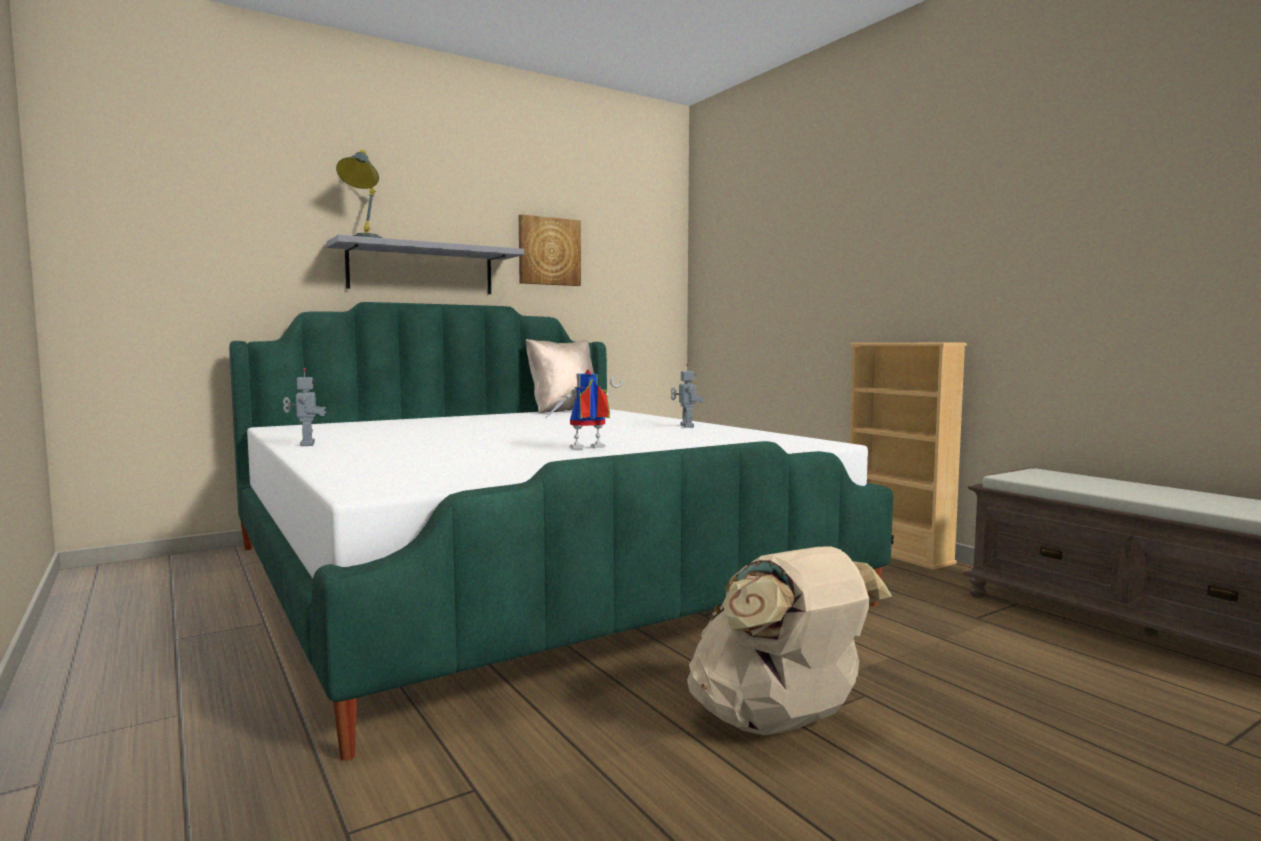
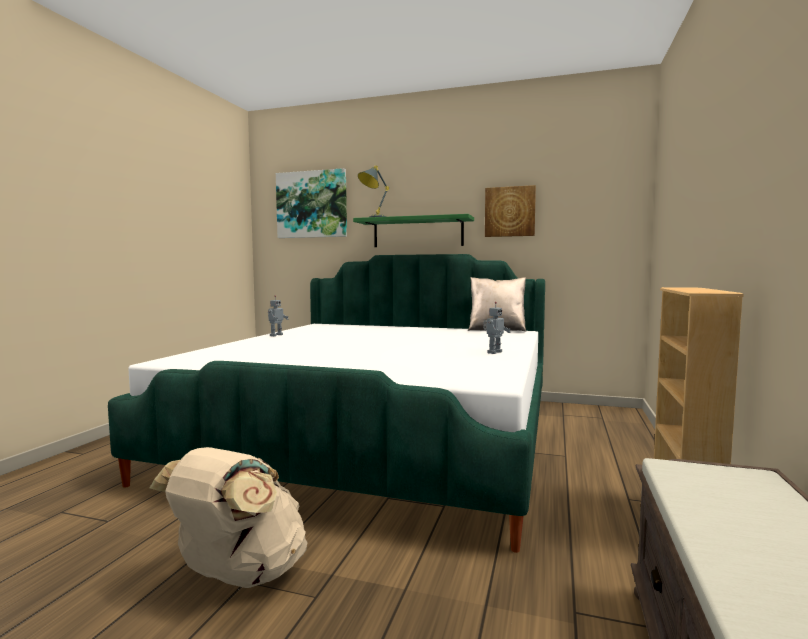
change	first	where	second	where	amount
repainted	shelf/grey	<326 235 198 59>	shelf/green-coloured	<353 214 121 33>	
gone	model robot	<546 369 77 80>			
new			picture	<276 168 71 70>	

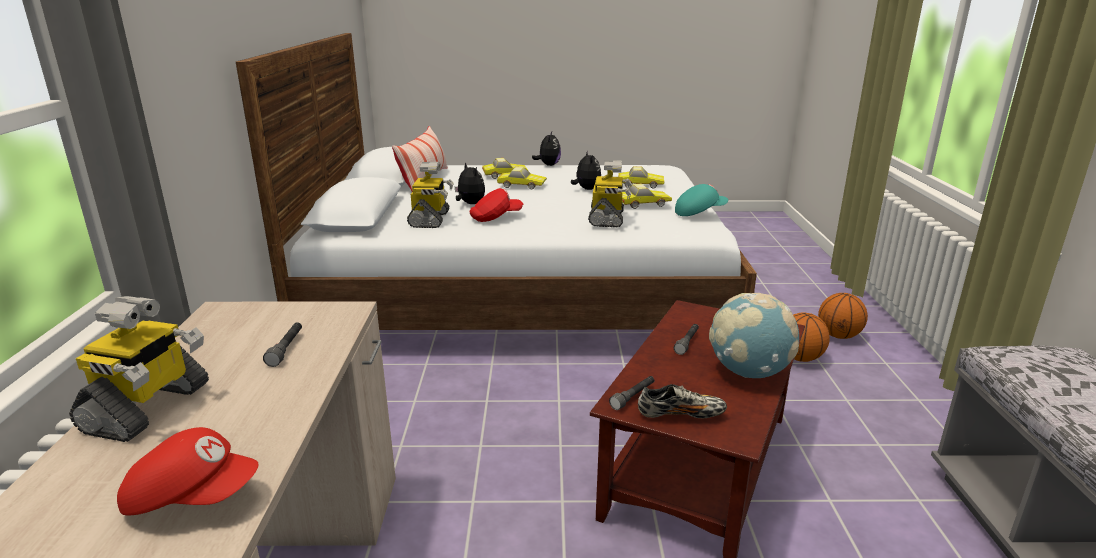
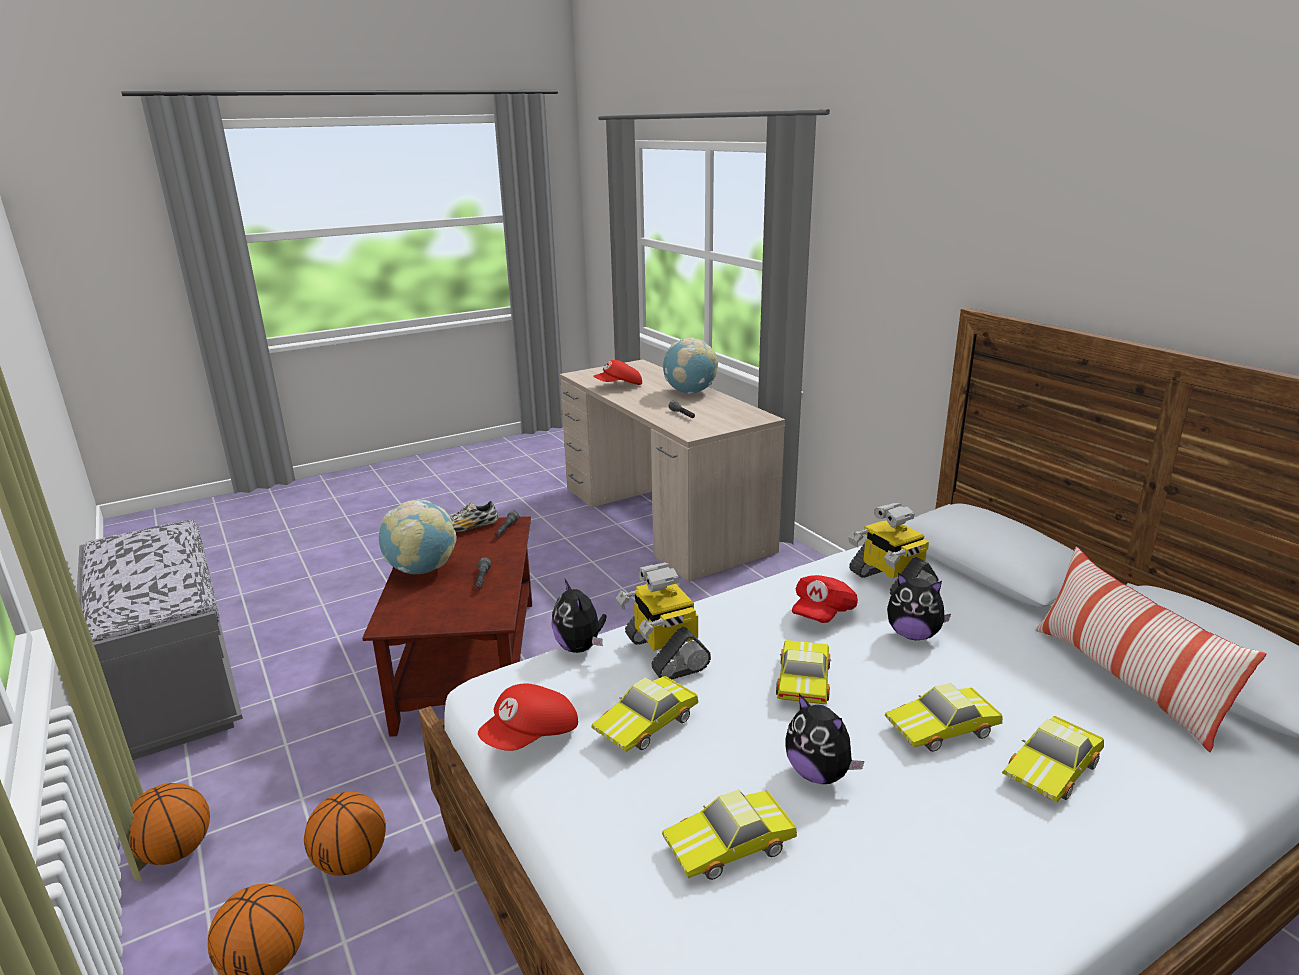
change	first	where	second	where	amount
swapped	model robot	<69 296 140 146>	globe	<663 338 55 56>	
shifted	cuddly toy	<532 132 29 34>		<551 578 55 75>	
repainted	baseball cap/blue-green	<675 184 53 32>	baseball cap/reddish	<478 684 100 67>	
new			basketball	<129 783 81 82>	
new			miniature car	<776 640 55 64>	

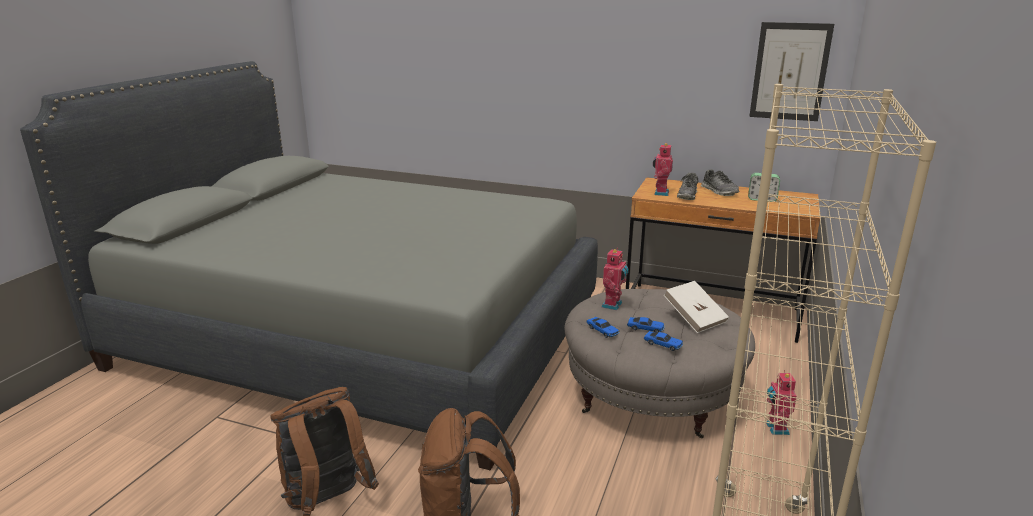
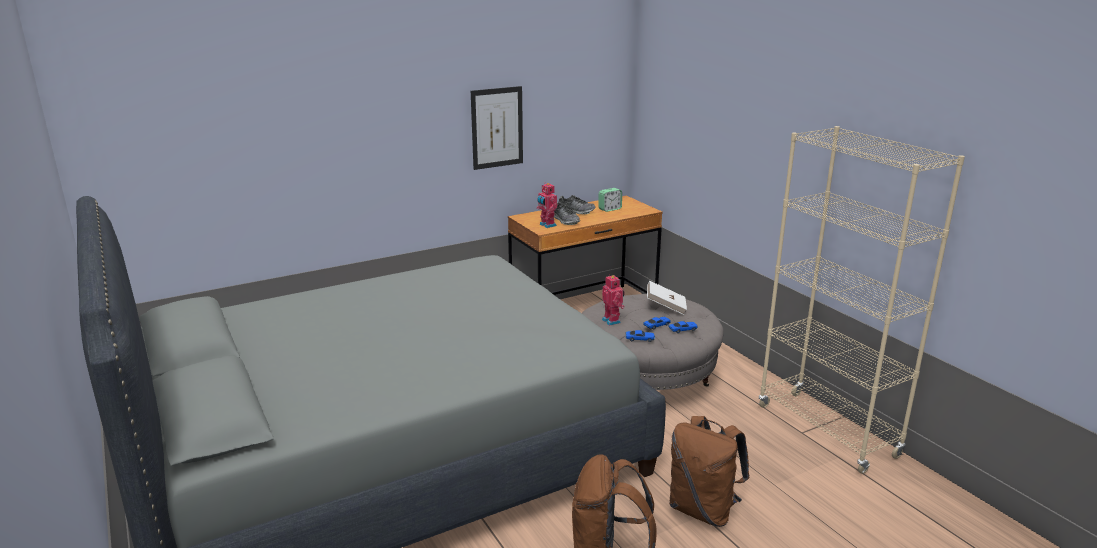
change	first	where	second	where	amount
shifted	picture	<749 22 85 99>		<471 86 52 84>	
gone	model robot	<766 370 31 65>			

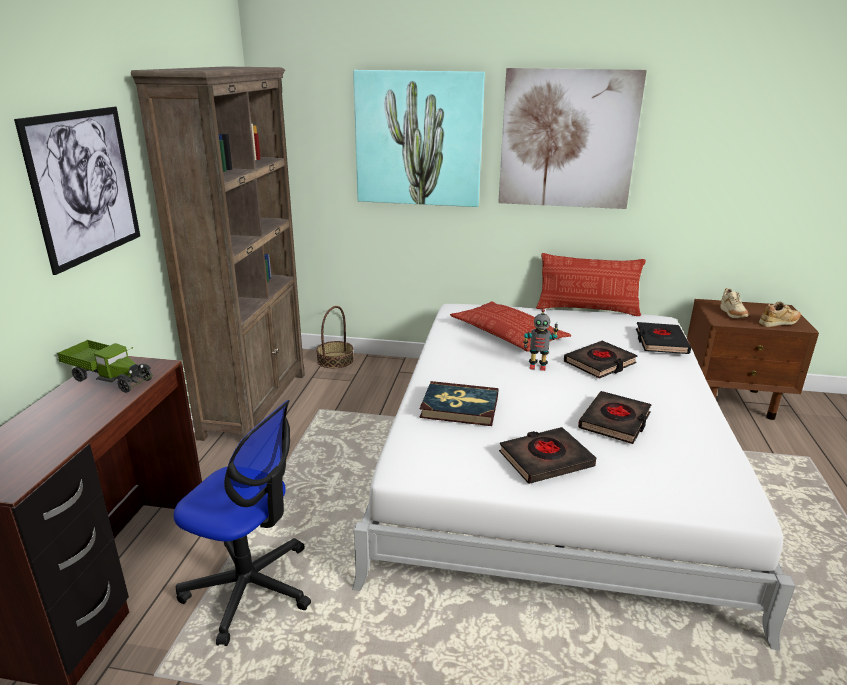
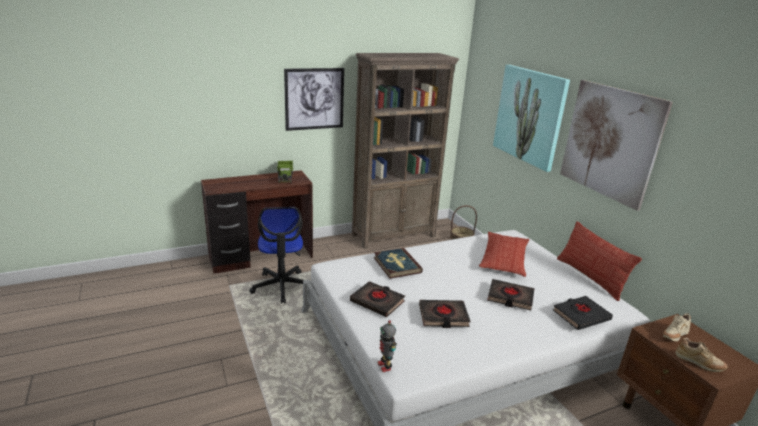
change	first	where	second	where	amount
shifted	model robot	<523 309 35 62>		<378 320 19 52>	

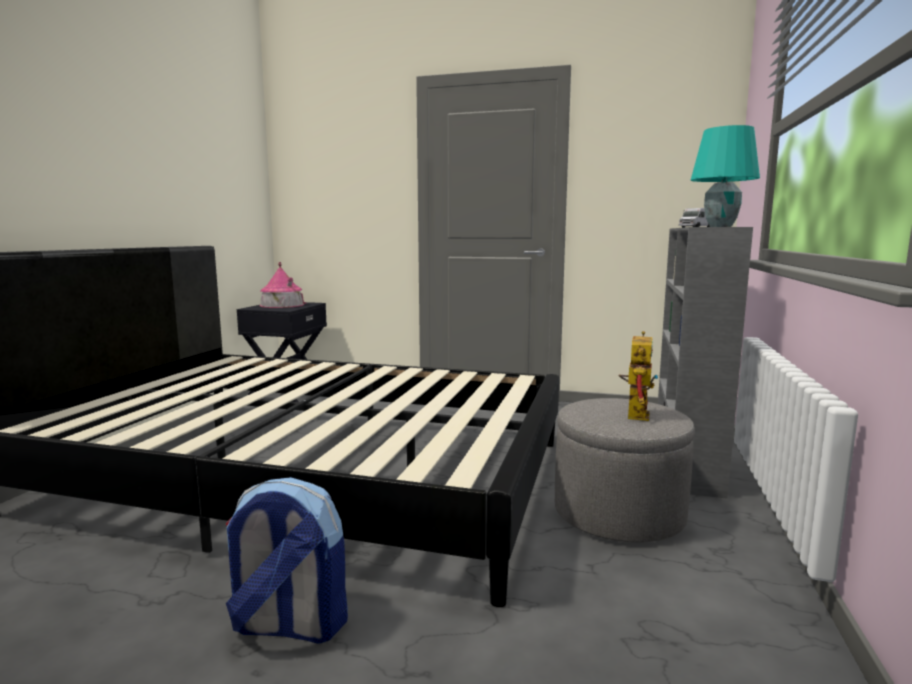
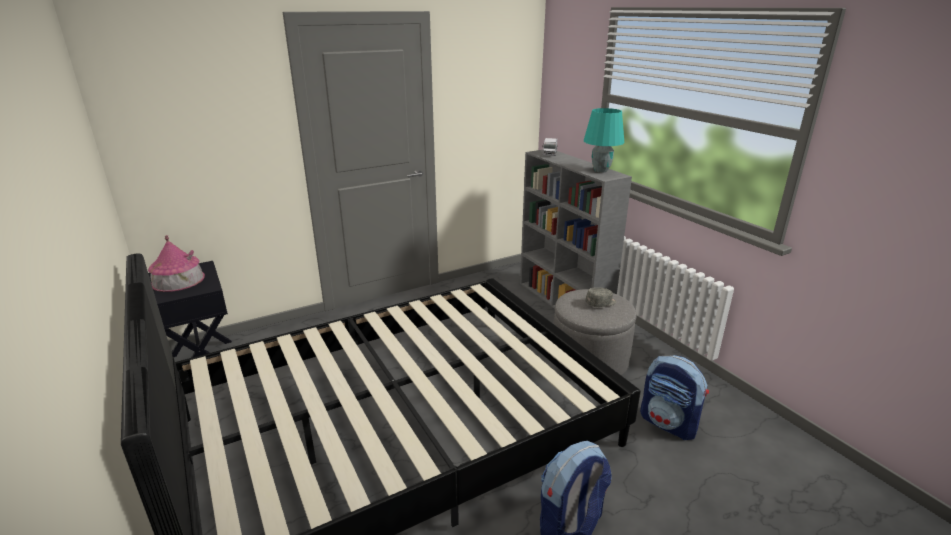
change	first	where	second	where	amount
swapped	model robot	<618 331 41 90>	baseball cap/grey	<585 287 31 20>	
new			rucksack	<640 355 69 85>	

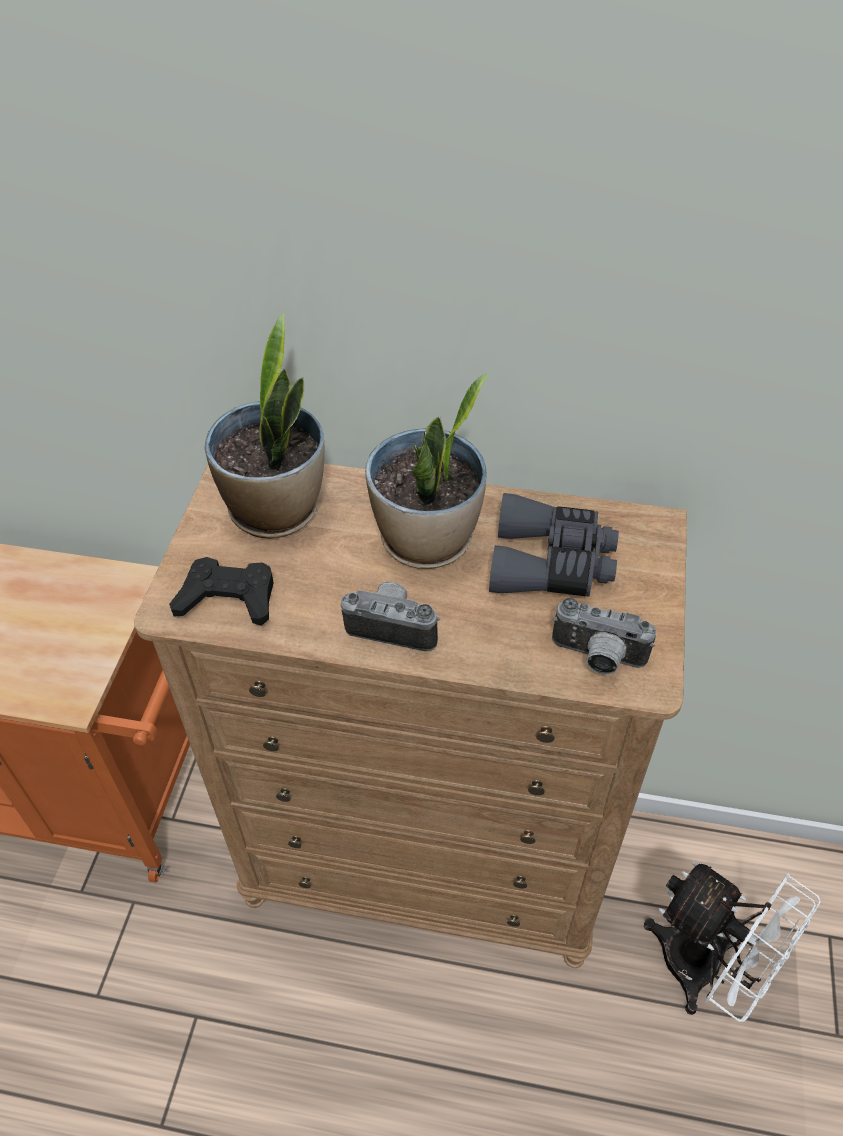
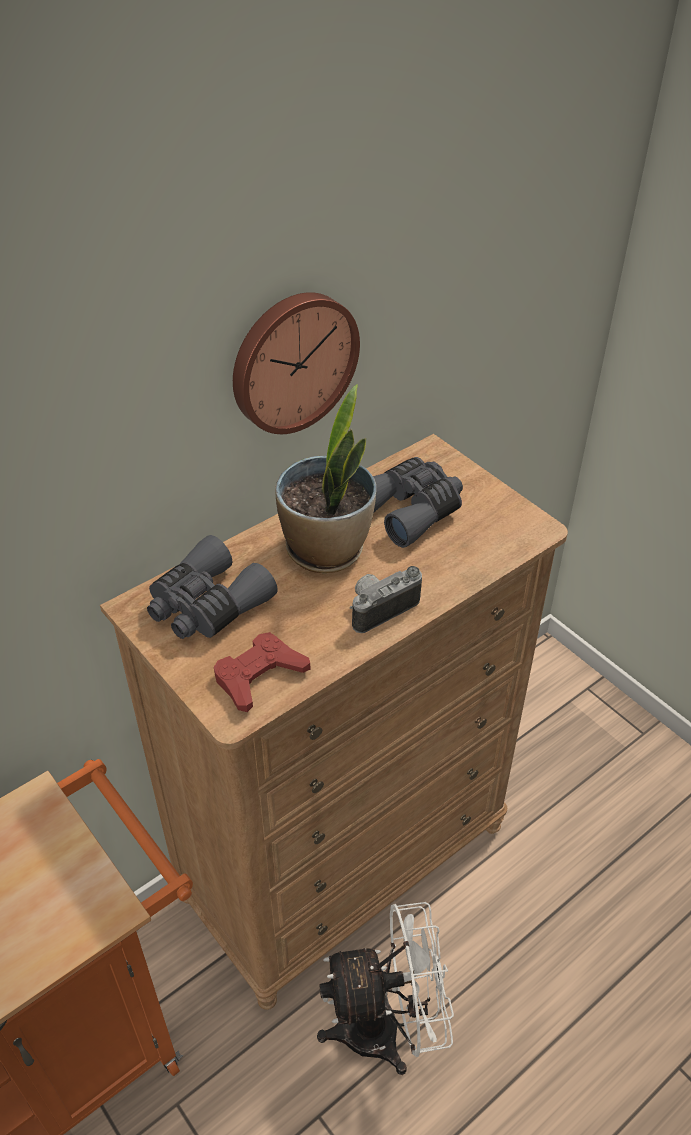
change	first	where	second	where	amount
repainted	game controller/black-coloured	<169 557 105 69>	game controller/reddish	<214 632 97 80>	
swapped	potted plant	<205 313 120 226>	binoculars/grey	<147 535 131 104>	
gone	photo camera	<552 598 105 77>			
shifted	cooling fan/white-coloured	<644 862 177 160>		<317 902 137 173>	
new			wall clock	<233 292 127 142>	

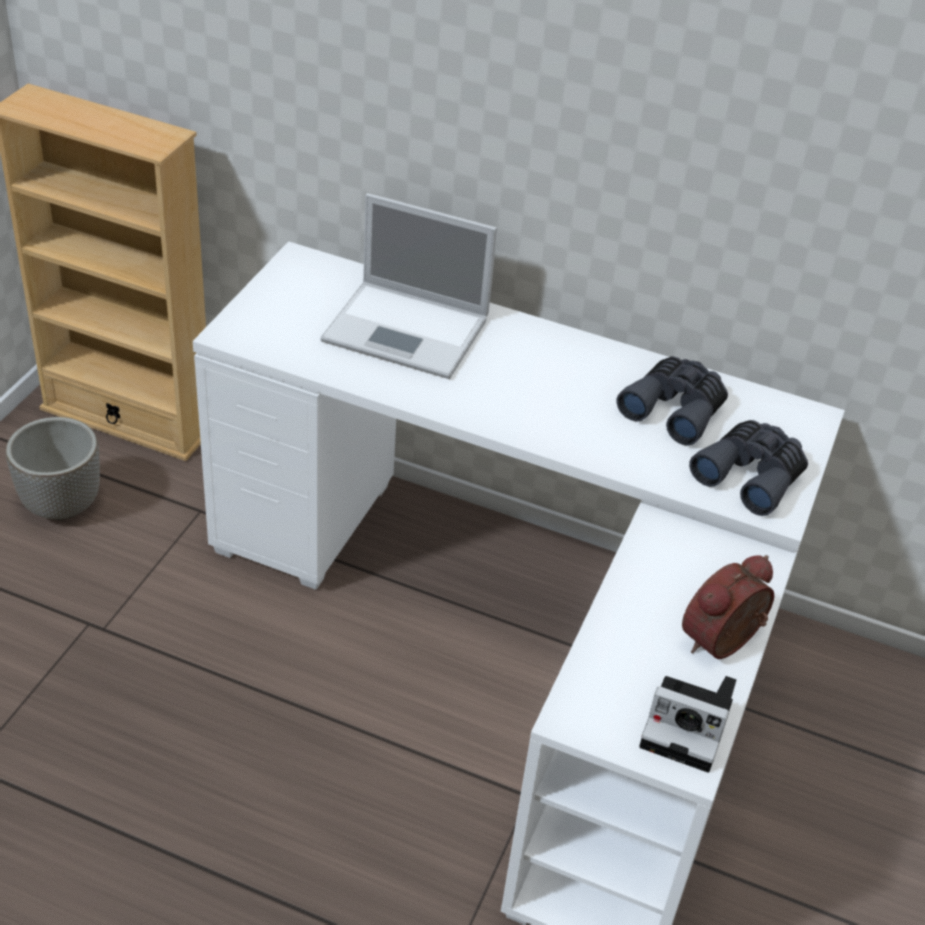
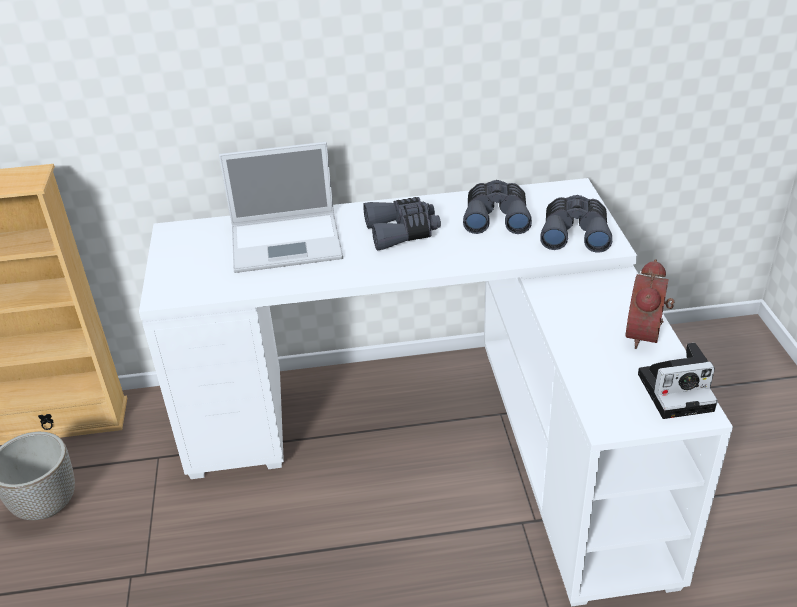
change	first	where	second	where	amount
new			binoculars/grey	<363 197 78 54>	

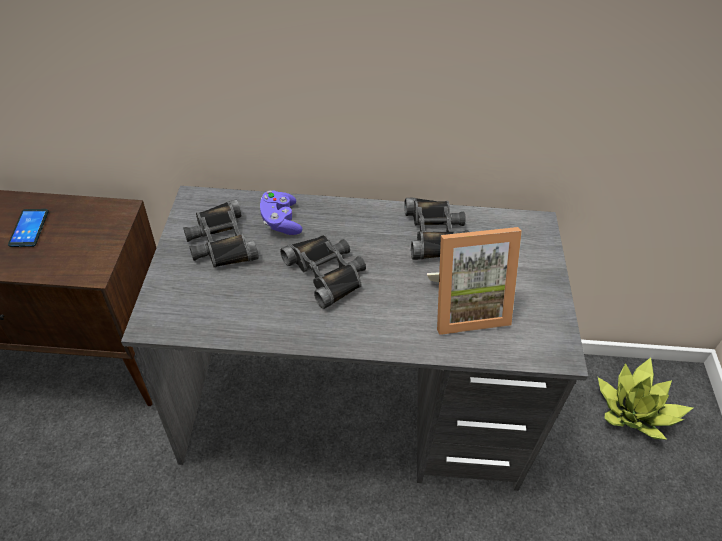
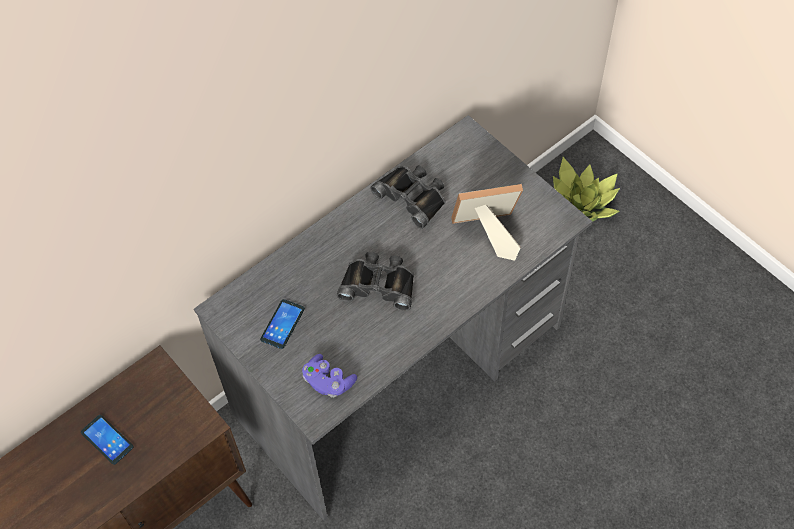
change	first	where	second	where	amount
swapped	binoculars/black-coloured	<184 199 75 68>	handset	<260 299 45 50>	
shifted	game controller/purplish	<260 190 42 45>		<302 354 55 44>	
rotated	picture frame	<427 227 95 108>		<451 184 72 77>	135 degrees counterclockwise

